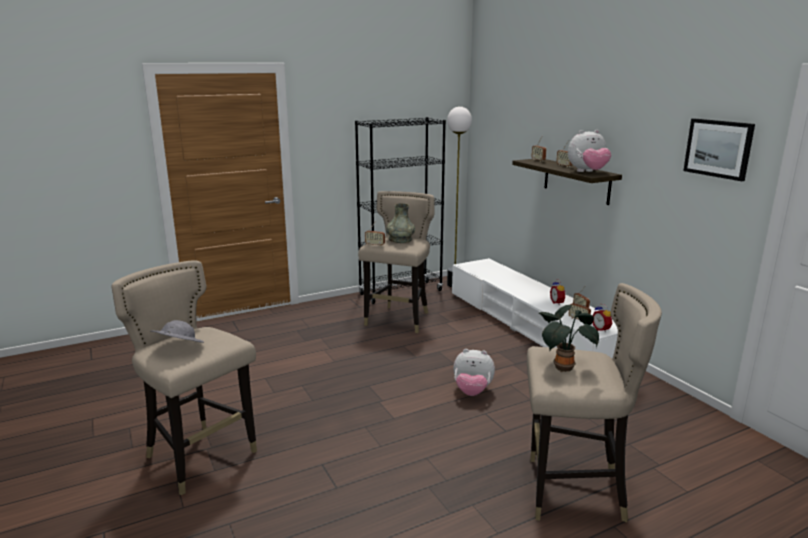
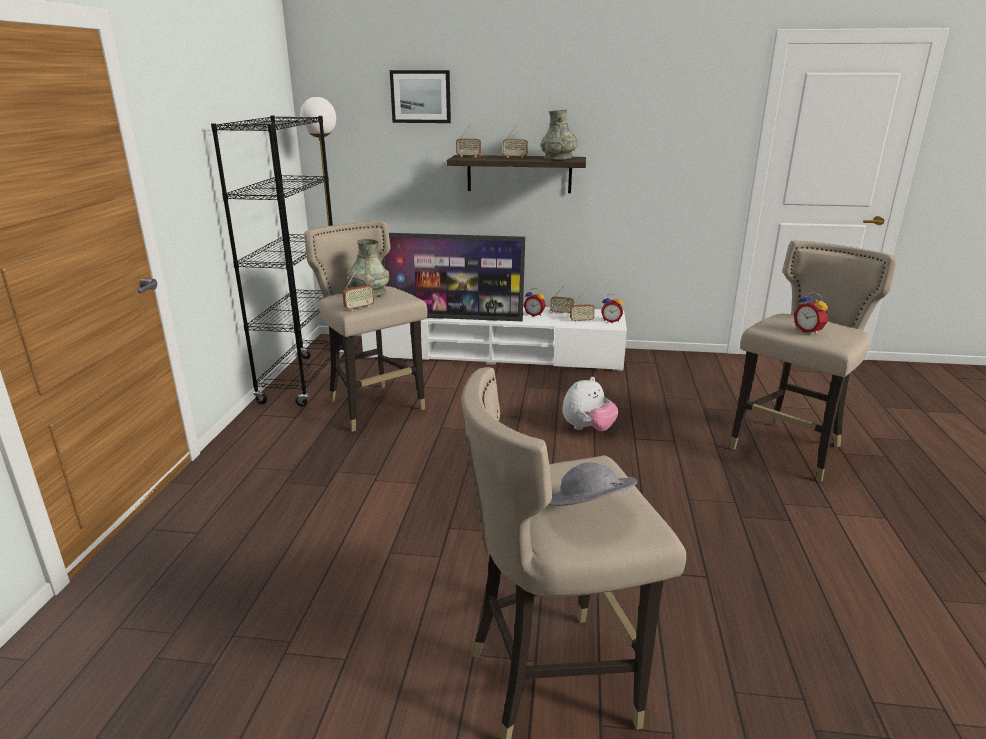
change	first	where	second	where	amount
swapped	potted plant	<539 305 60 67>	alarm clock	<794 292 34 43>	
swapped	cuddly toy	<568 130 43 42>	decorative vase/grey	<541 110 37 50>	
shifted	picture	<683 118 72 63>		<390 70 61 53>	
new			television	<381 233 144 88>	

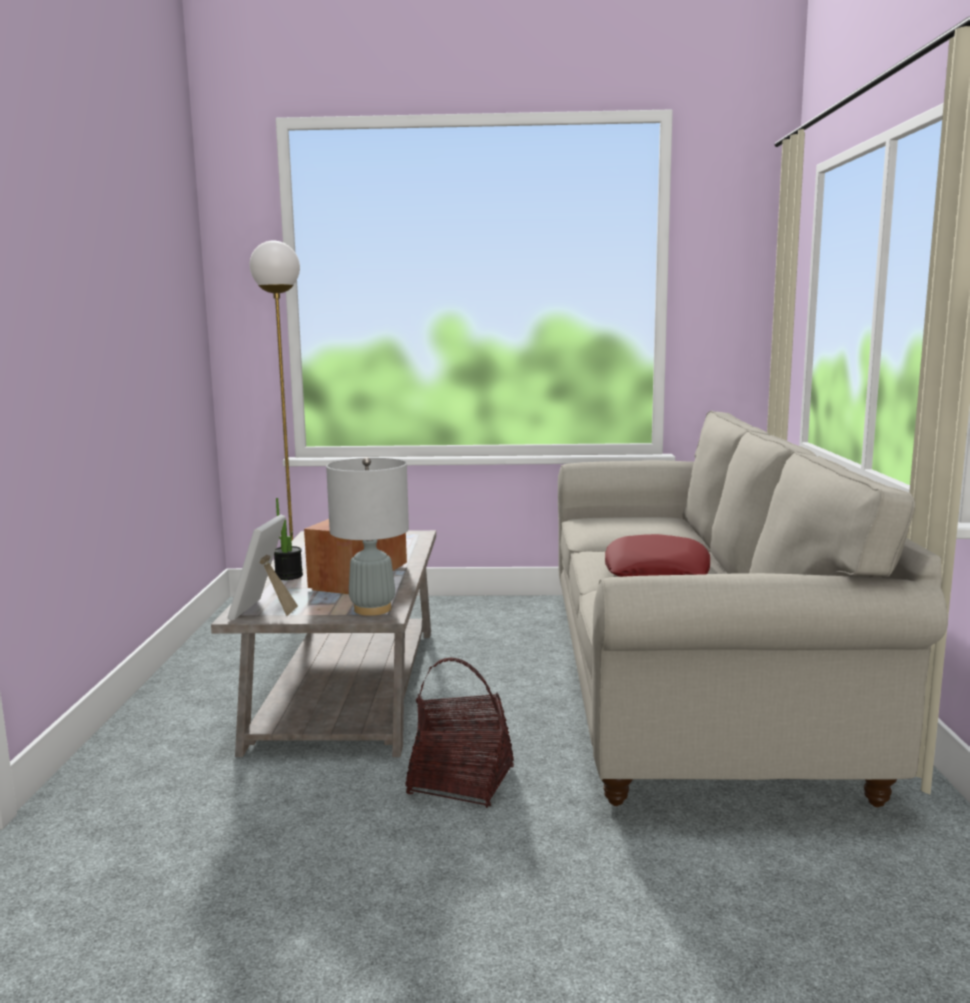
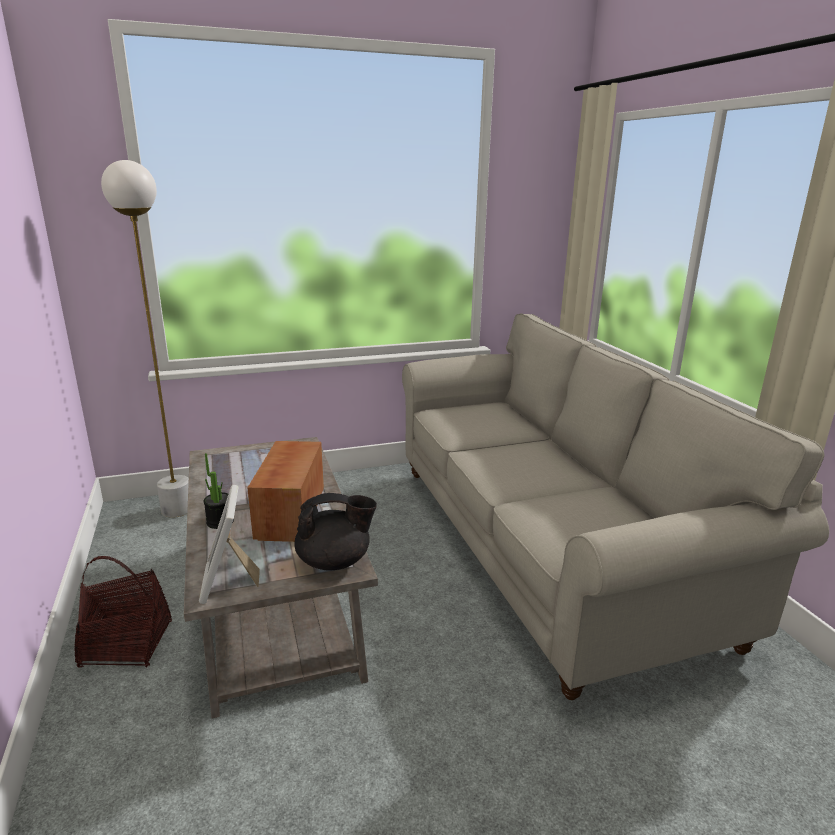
change	first	where	second	where	amount
swapped	lamp for a table/grey	<326 457 83 159>	tea pot/black-coloured	<294 493 83 77>	
shifted	basket	<405 658 109 150>		<74 556 98 112>	
gone	throw pillow/reddish	<605 534 105 43>			

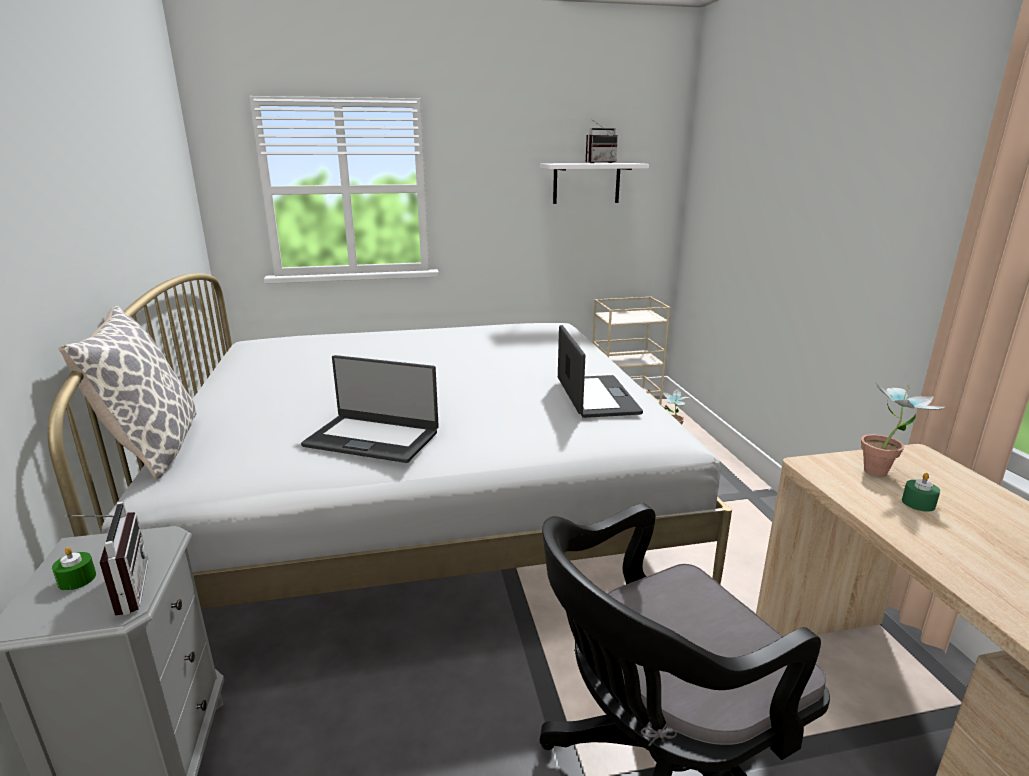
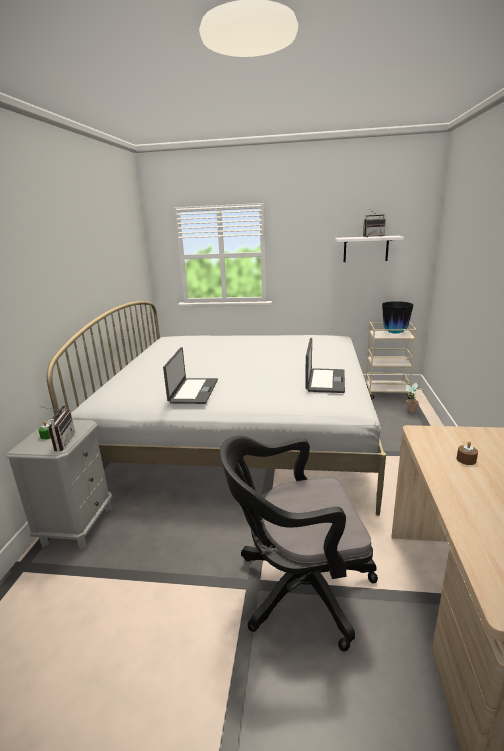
change	first	where	second	where	amount
gone	throw pillow	<59 306 137 174>			
rotated	notebook computer	<301 355 138 108>		<163 347 55 57>	120 degrees counterclockwise
gone	potted plant	<861 383 85 94>			
repainted	wax light/green-coloured	<902 473 38 39>	wax light/brown	<457 441 21 24>	
new			decorative vase	<382 301 31 33>	

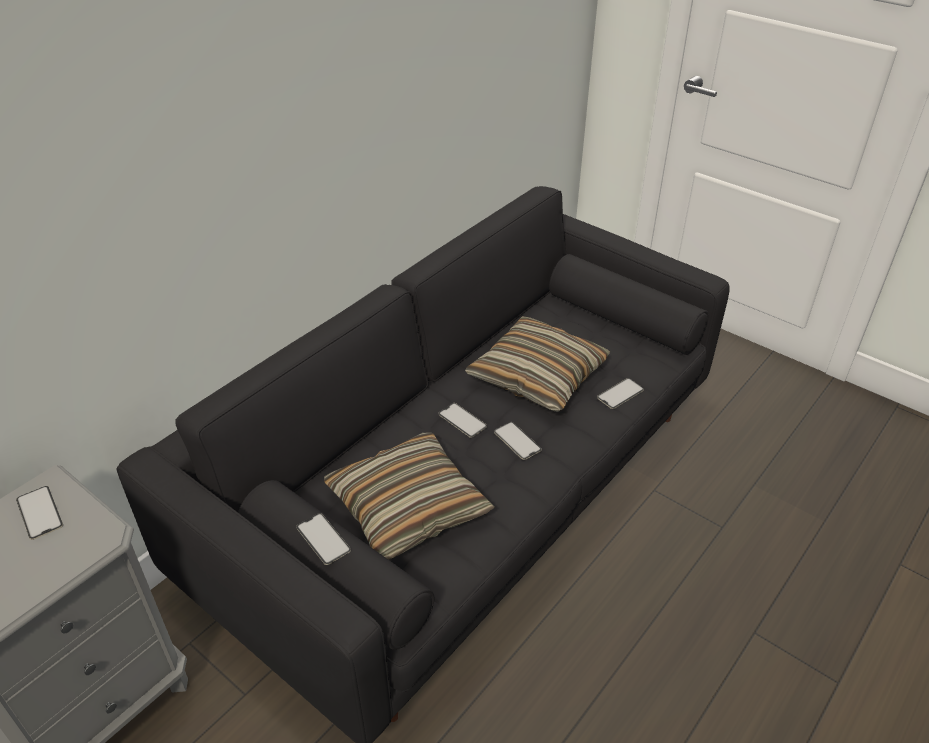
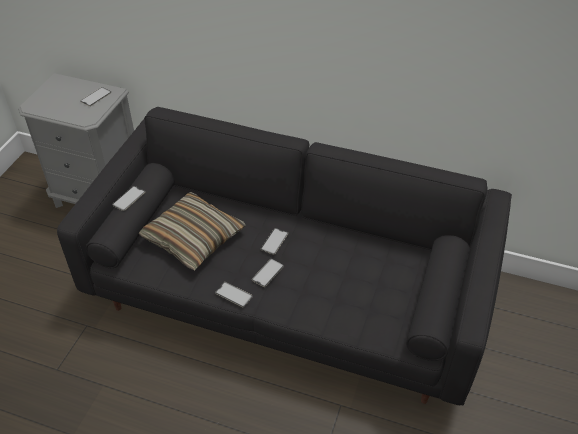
change	first	where	second	where	amount
gone	throw pillow	<465 316 145 96>			
shifted	handset	<597 378 47 31>		<215 282 38 25>	

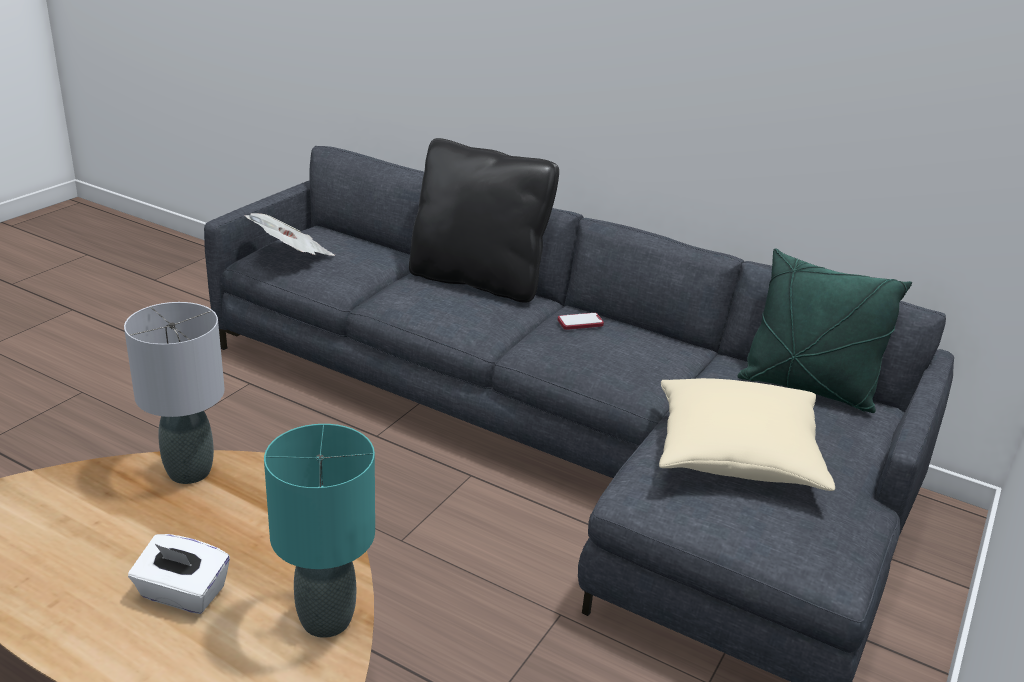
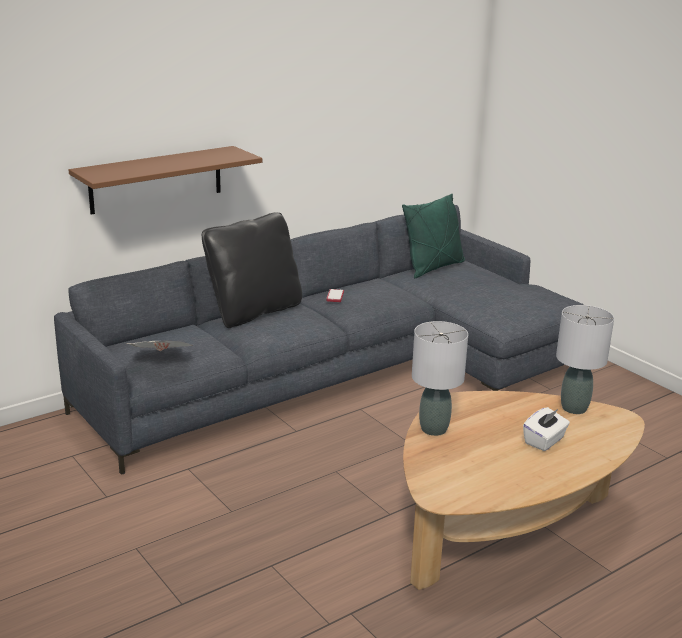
change	first	where	second	where	amount
repainted	lamp for a table/blue-green	<264 424 111 214>	lamp for a table/grey	<556 305 58 109>	
gone	throw pillow/beige	<659 378 176 113>			
new			shelf/brown	<69 146 193 69>	

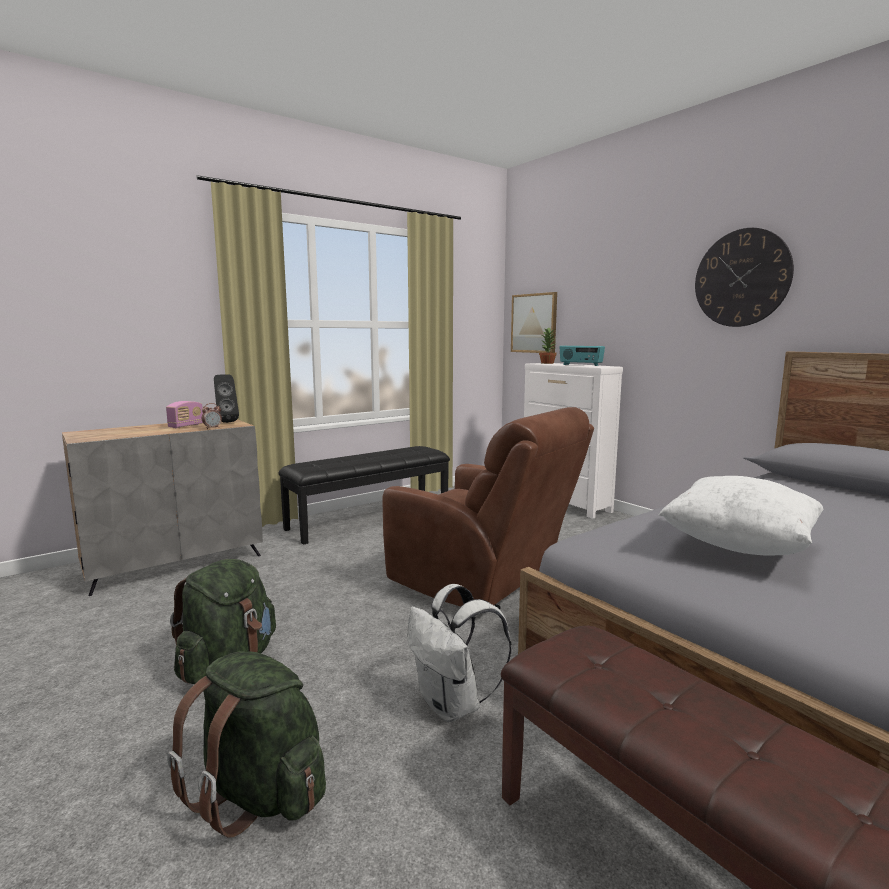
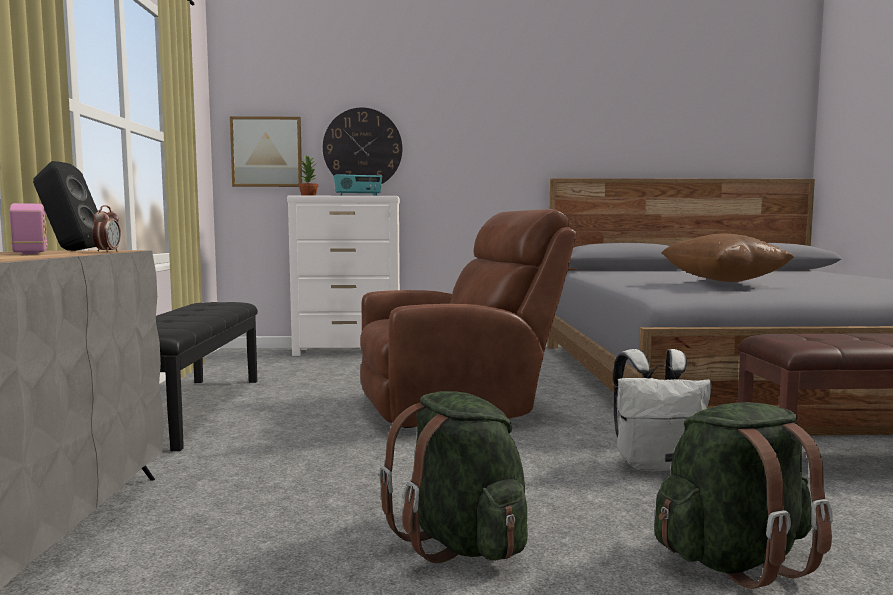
change	first	where	second	where	amount
repainted	throw pillow/white-coloured	<659 476 164 80>	throw pillow/brown	<661 234 133 48>	
shifted	wall clock	<695 228 99 99>		<323 108 79 76>	

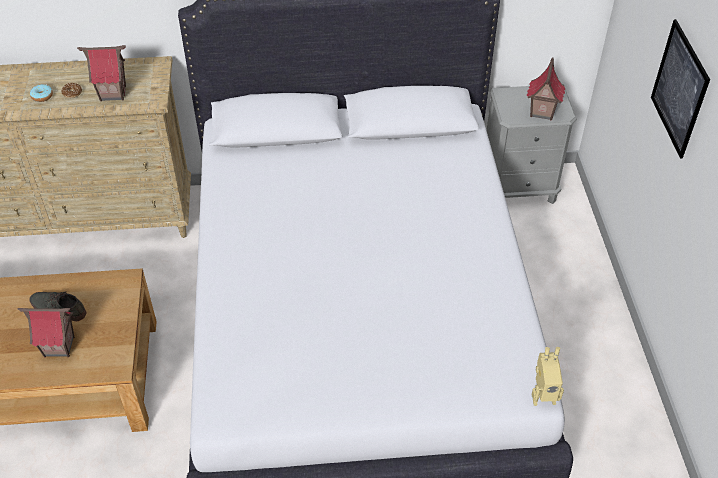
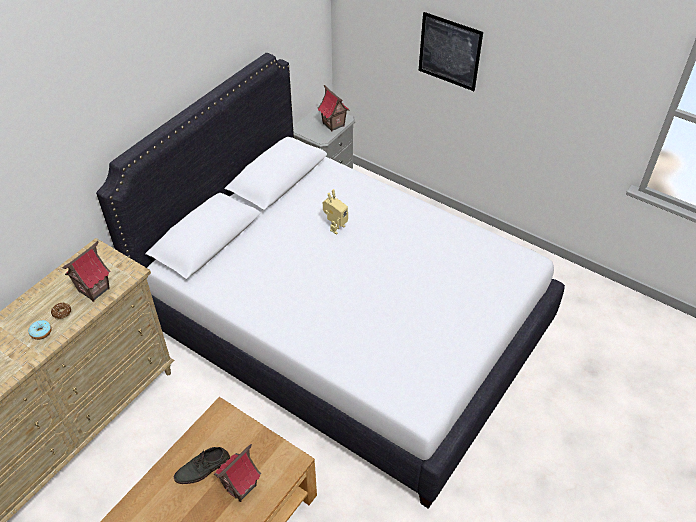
change	first	where	second	where	amount
shifted	model robot	<532 347 32 59>		<323 189 25 45>	

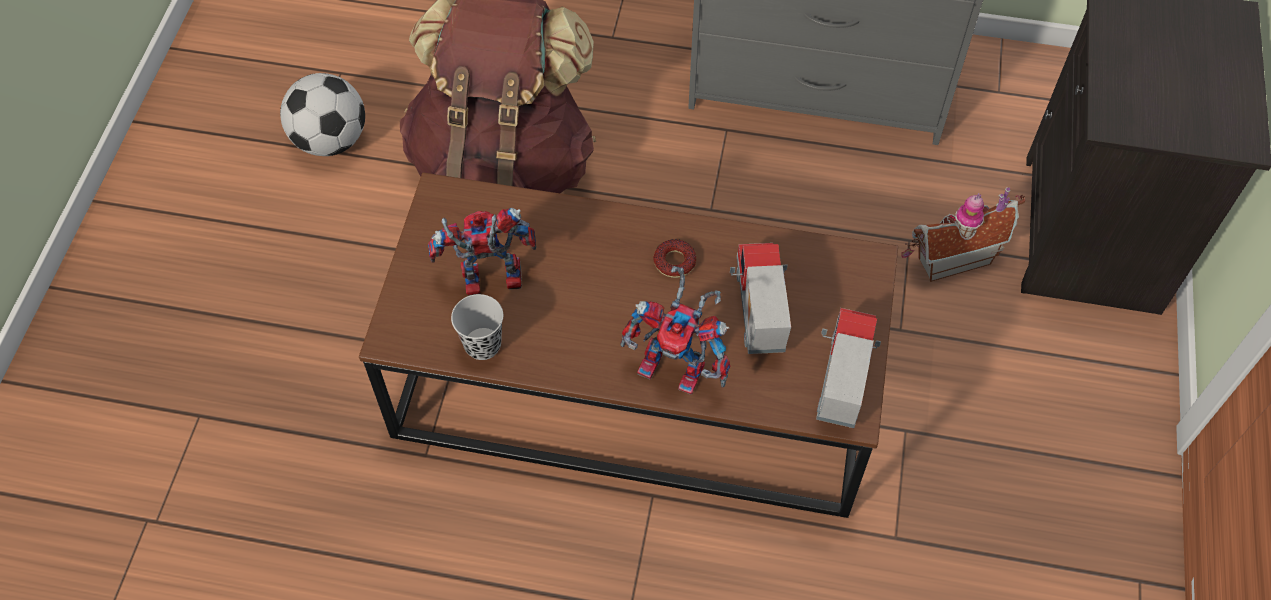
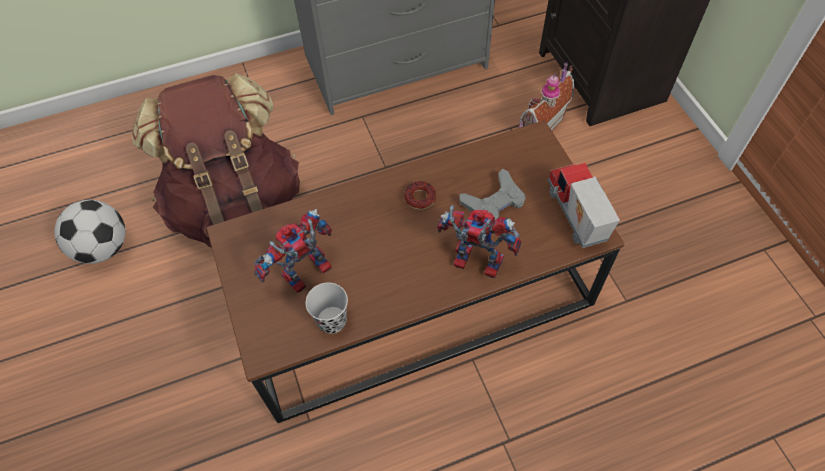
change	first	where	second	where	amount
rotated	model robot	<620 266 110 129>		<437 205 84 73>	150 degrees counterclockwise
swapped	toy truck	<730 243 61 111>	game controller/grey	<459 168 67 52>	

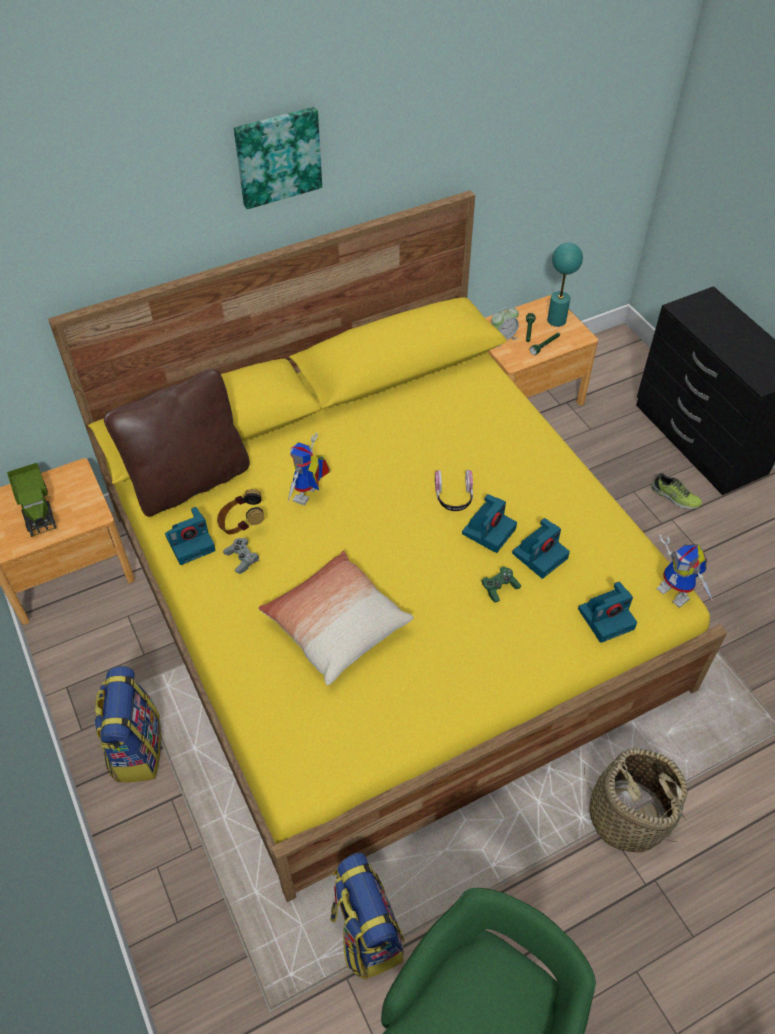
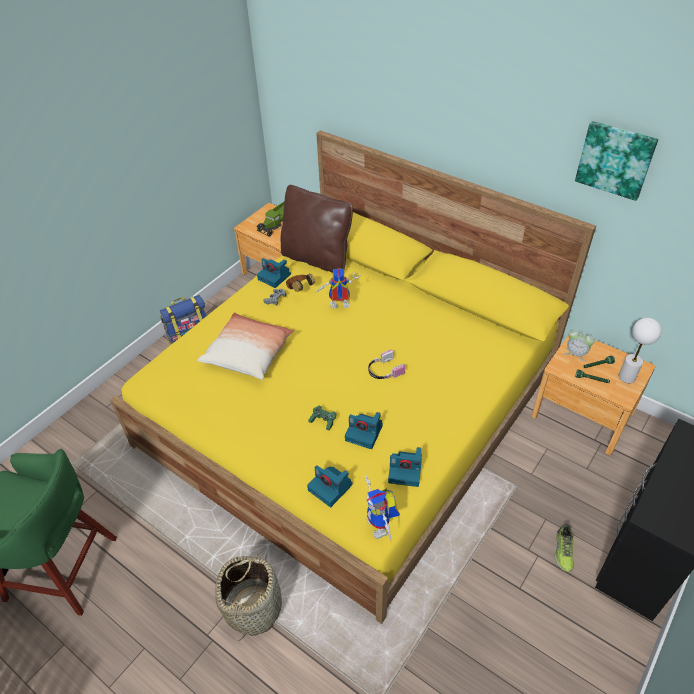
change	first	where	second	where	amount
shifted	picture	<234 107 88 102>		<575 121 83 80>	
gone	rucksack	<330 853 74 127>			
shifted	photo camera	<462 494 55 59>		<388 447 34 40>	
repainted	lamp for a table/blue-green	<547 243 36 84>	lamp for a table/white-coloured	<619 318 43 65>	
rotated	model robot	<657 535 56 73>		<365 476 35 66>	45 degrees counterclockwise

